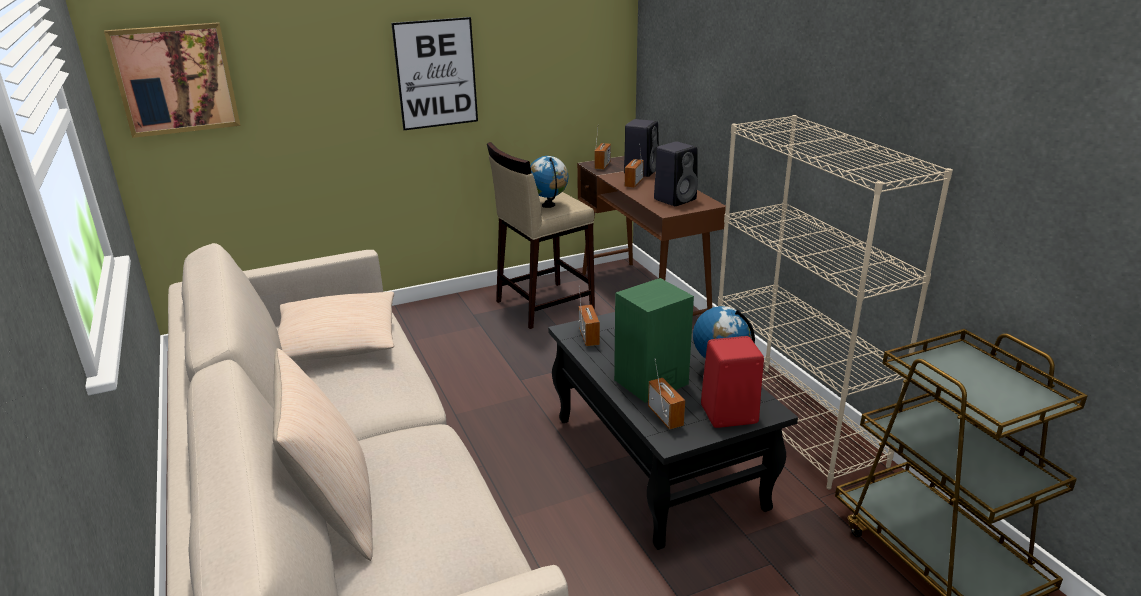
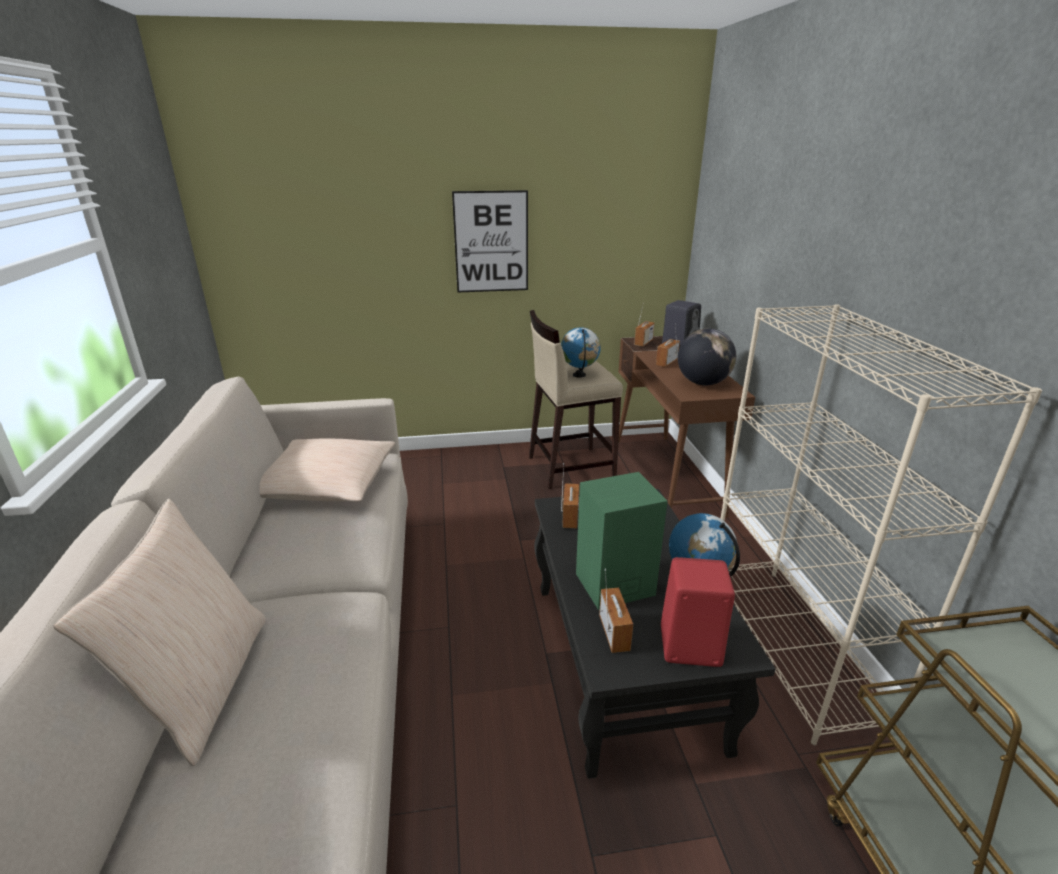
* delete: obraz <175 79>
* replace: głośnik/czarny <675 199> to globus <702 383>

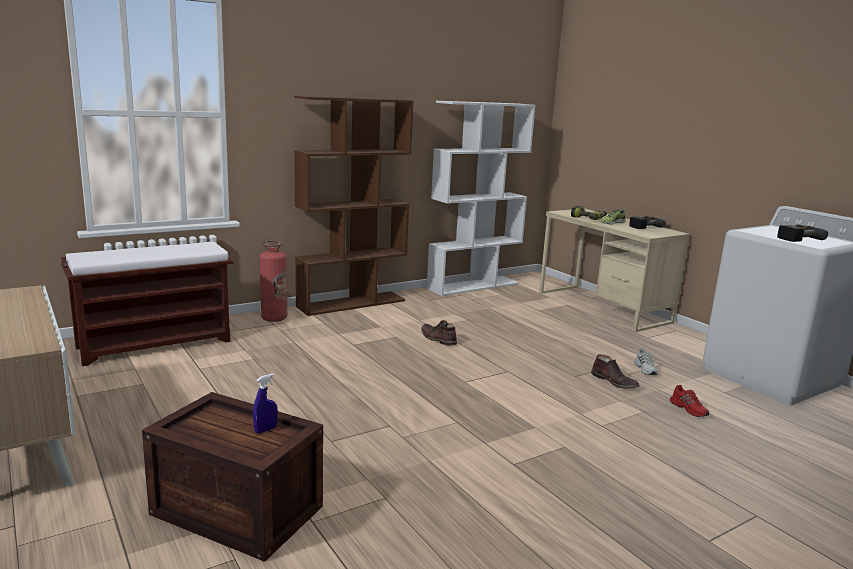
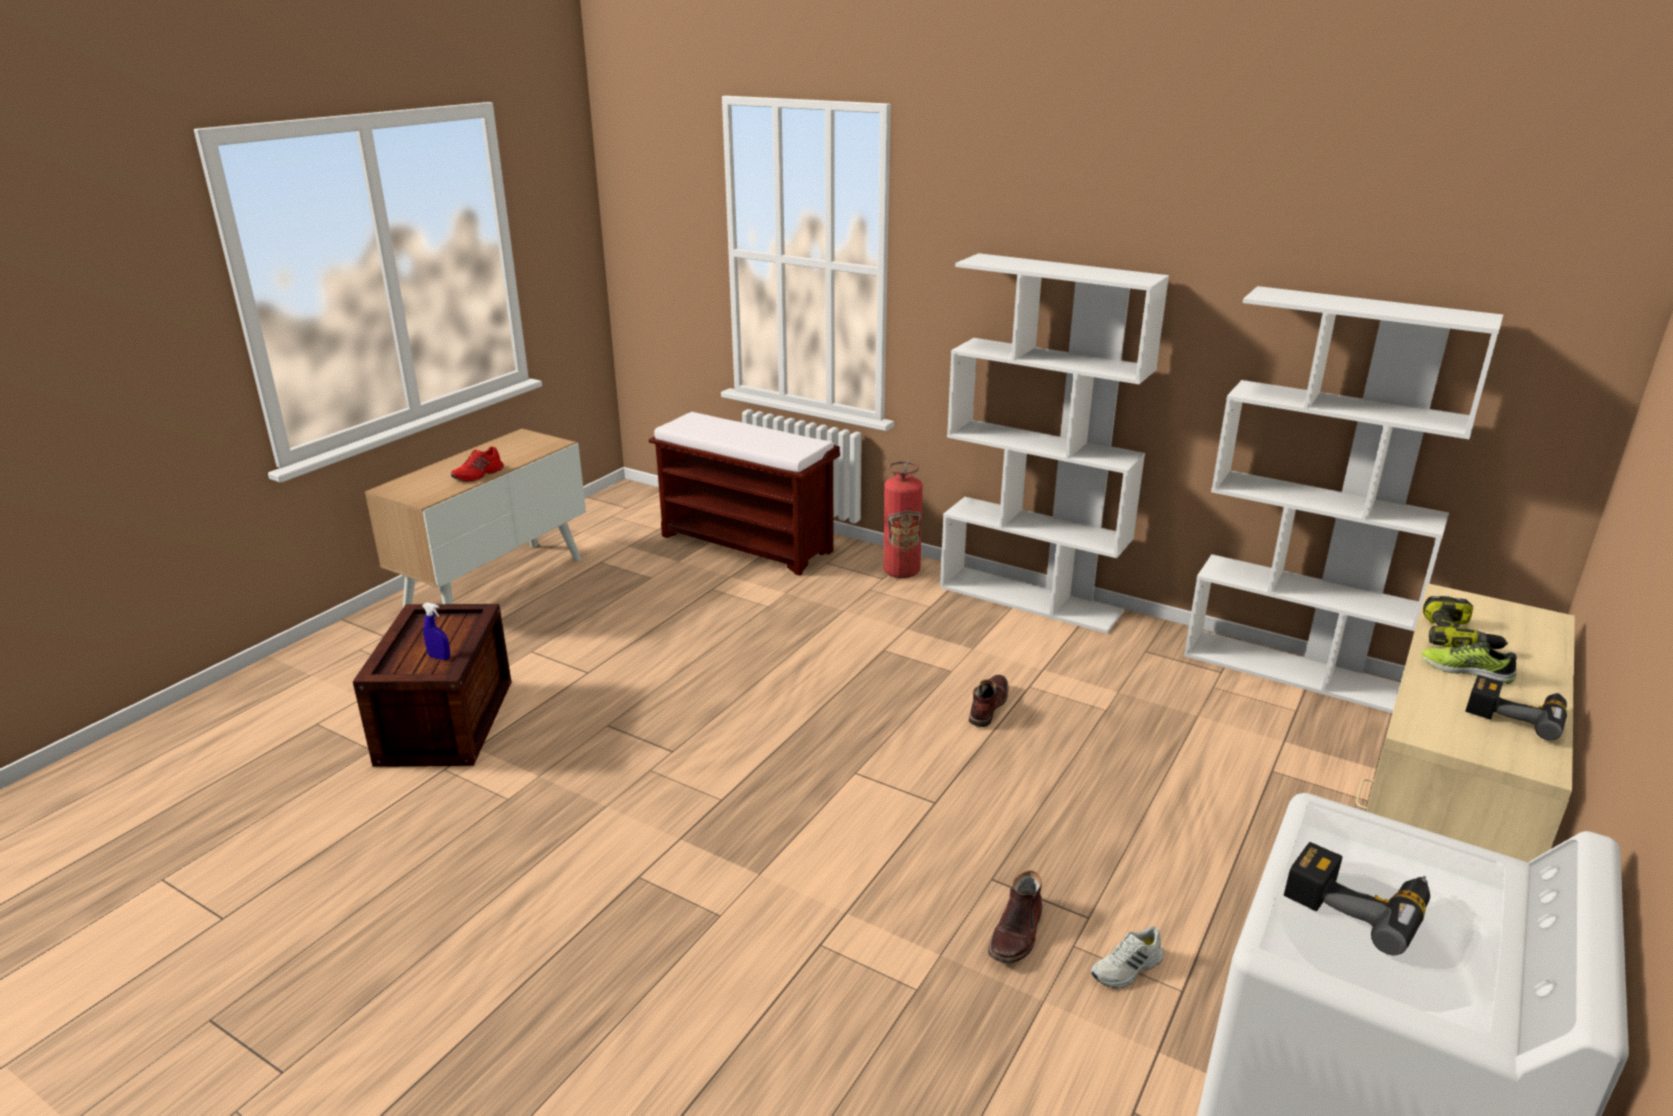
* recolor: regał/brązowy <352 303> to regał/biały <1031 599>
* move: but/czerwony <689 409> to <478 475>

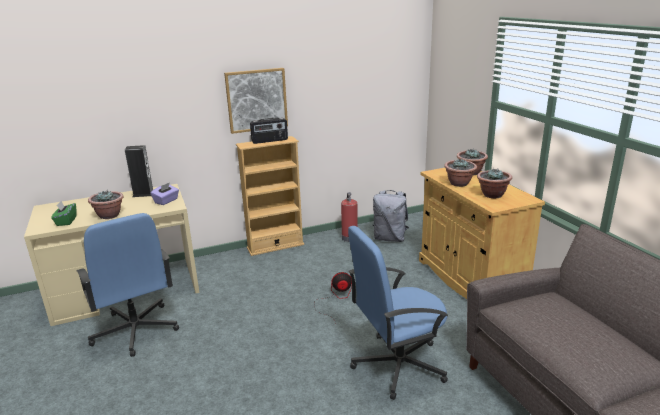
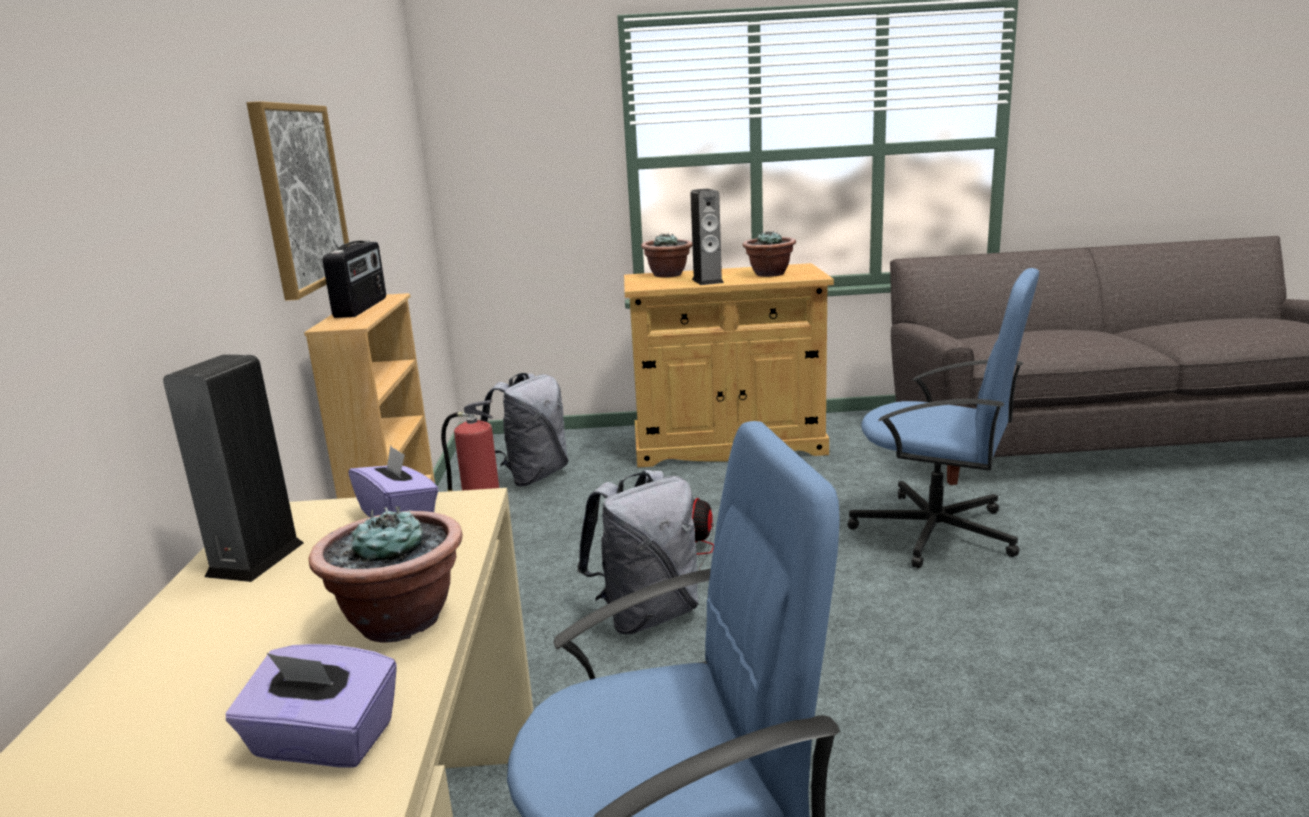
* recolor: pudełko chusteczek/zielony <66 221> to pudełko chusteczek/fioletowy <323 742>
* rotate: krzesło biurowe/niebieski <397 365> = <937 532> 60 degrees counterclockwise
* replace: roślina doniczkowa <459 183> to głośnik <707 281>
* insert: plecak/szary <647 615>

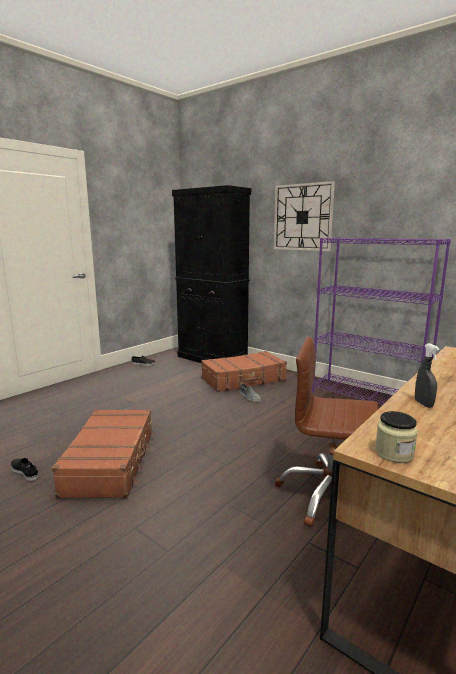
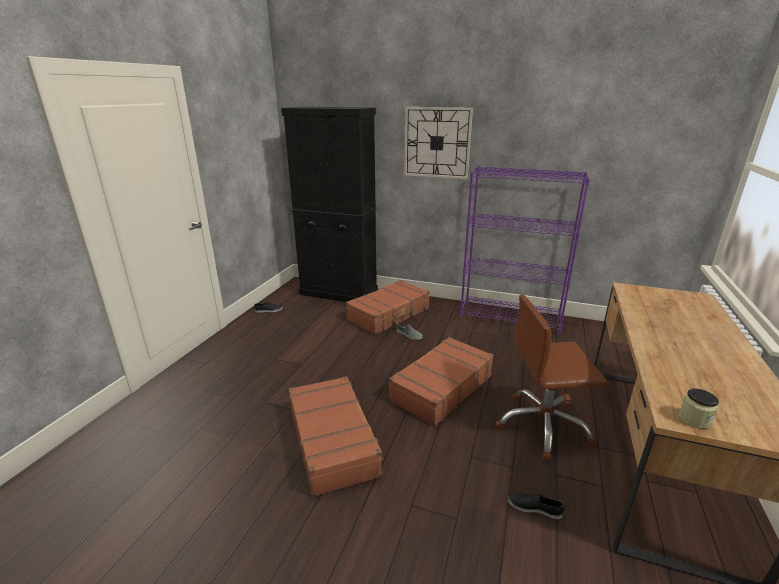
* move: but/czarny <25 471> to <534 507>
* delete: spryskiwacz/szary <423 404>
* insert: walizka/brązowy <441 388>

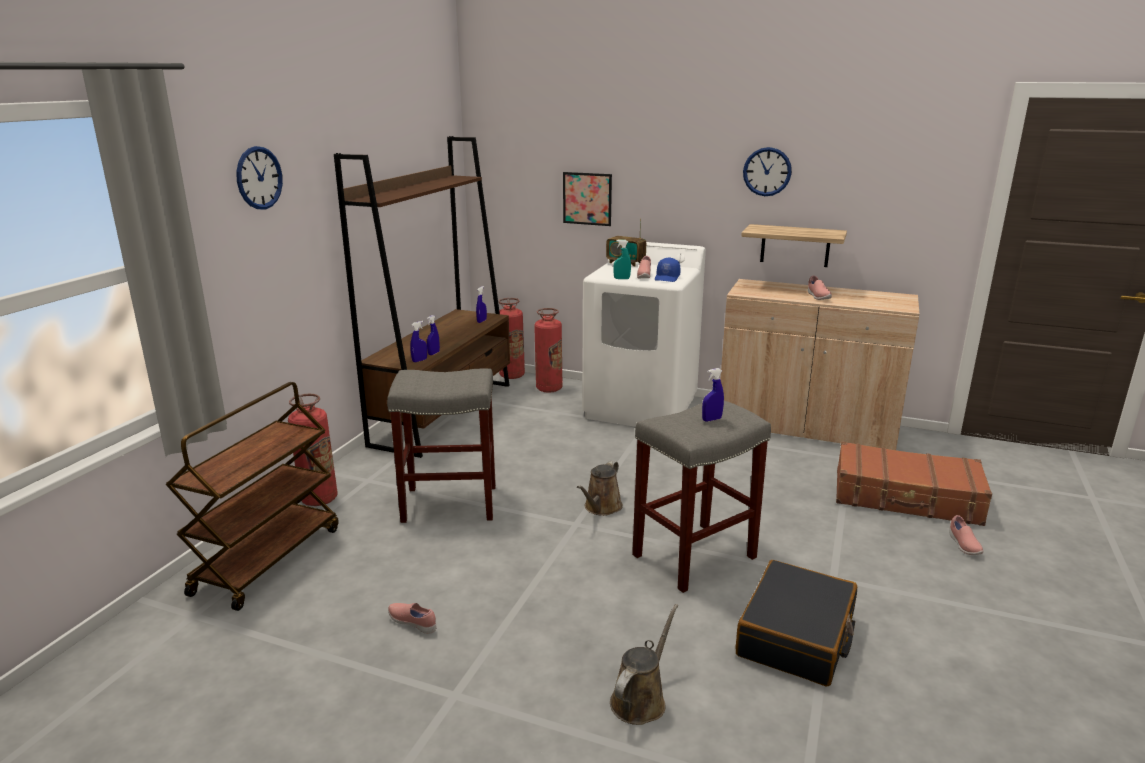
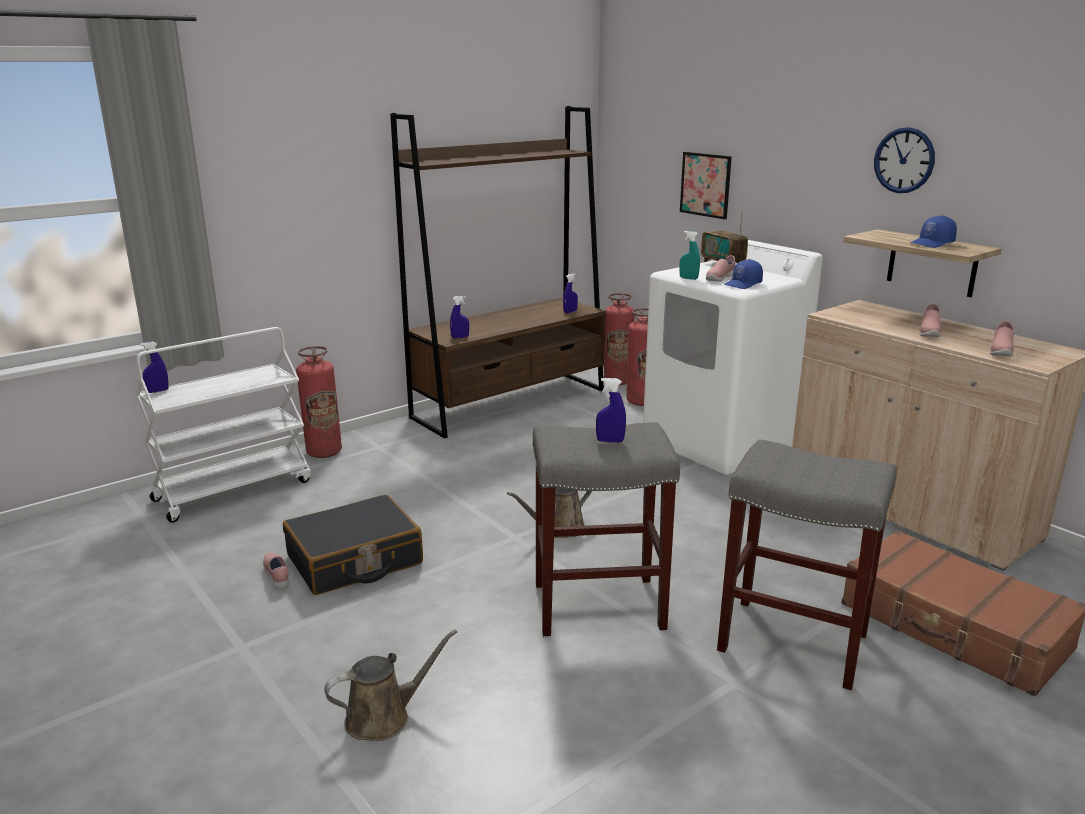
* recolor: wózek/brązowy <267 559> to wózek/biały <234 490>
* delete: zegar ścienny <259 178>
* move: stołek/szary <451 503> to <795 642>
* move: spryskiwacz/niebieski <433 353> to <158 391>
* move: walizka/czarny <796 636> to <355 560>
* move: but/różowy <963 545> to <1000 351>
* insert: czapka z daszkiem/niebieski <932 244>

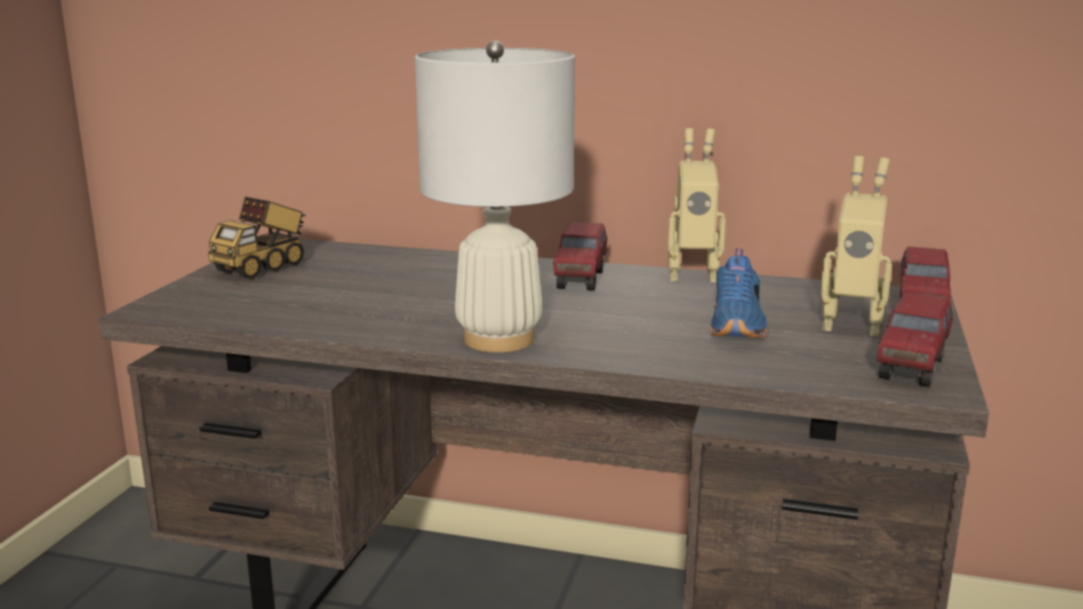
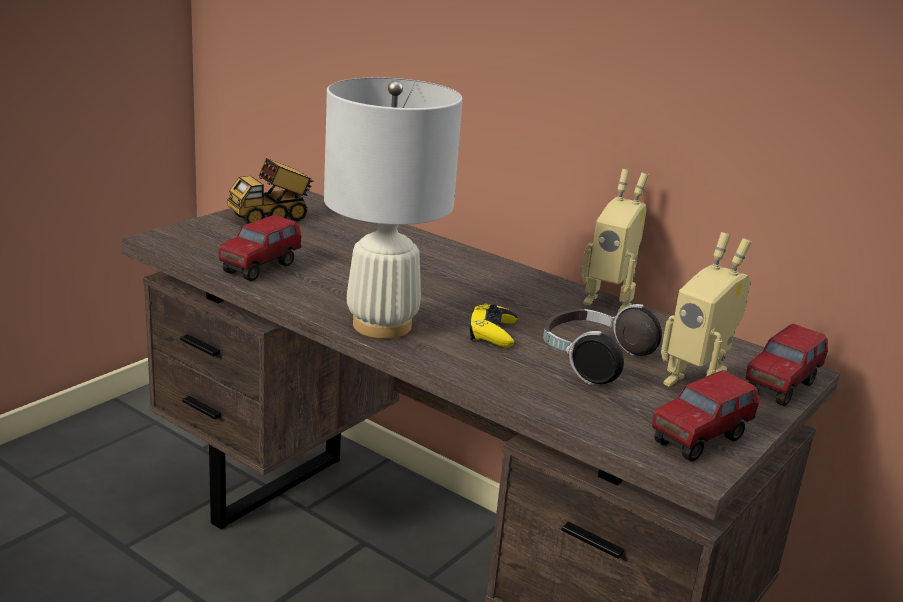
* move: ciężarówka zabawkowa <581 279> to <261 268>
* replace: but/niebieski <738 325> to słuchawki <592 361>
* insert: pad do gier/żółty <492 332>

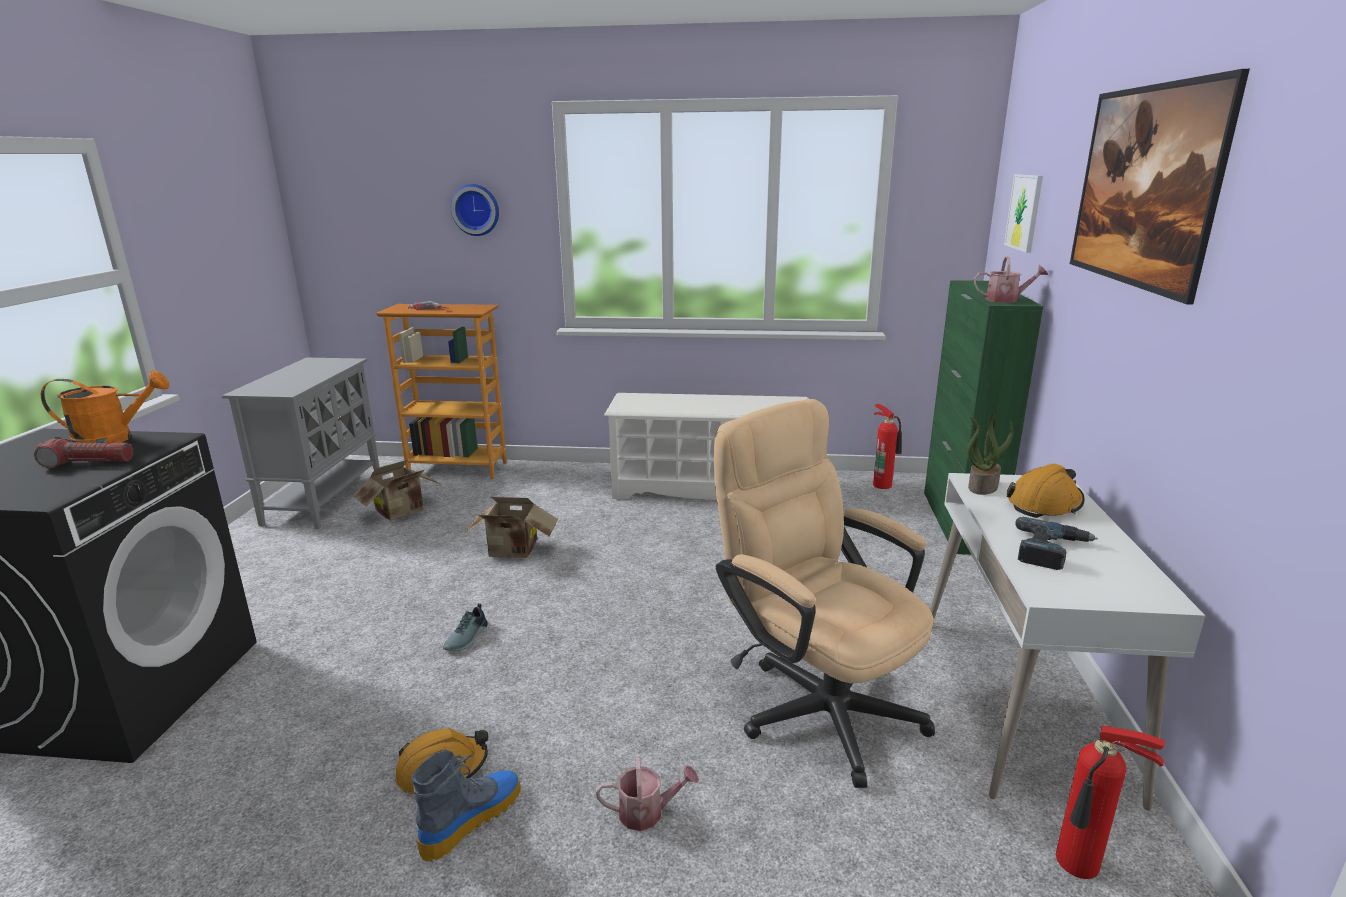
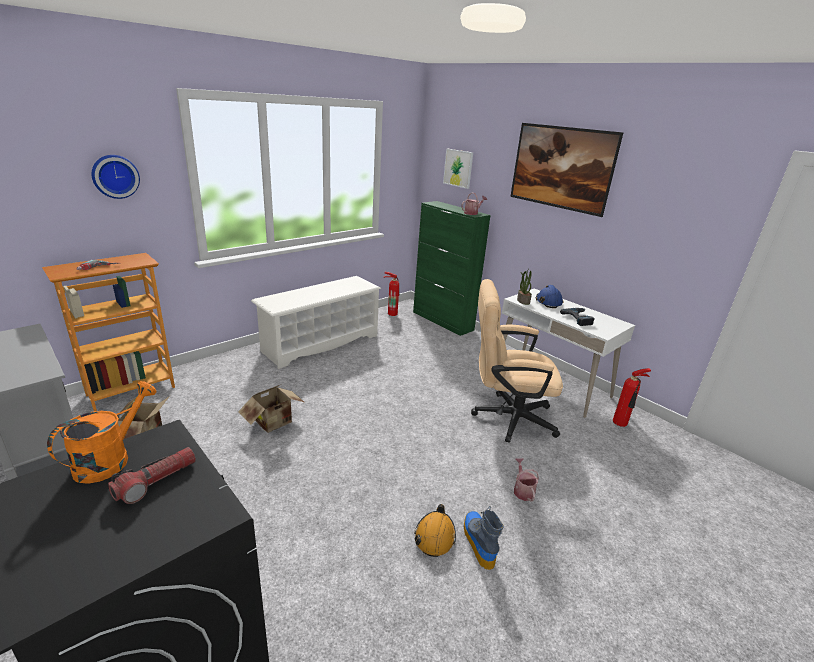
* delete: but <468 638>
* rotate: konewka <647 812> = <522 490> 45 degrees counterclockwise
* recolor: kask/pomarańczowy <1045 504> to kask/niebieski <548 302>

